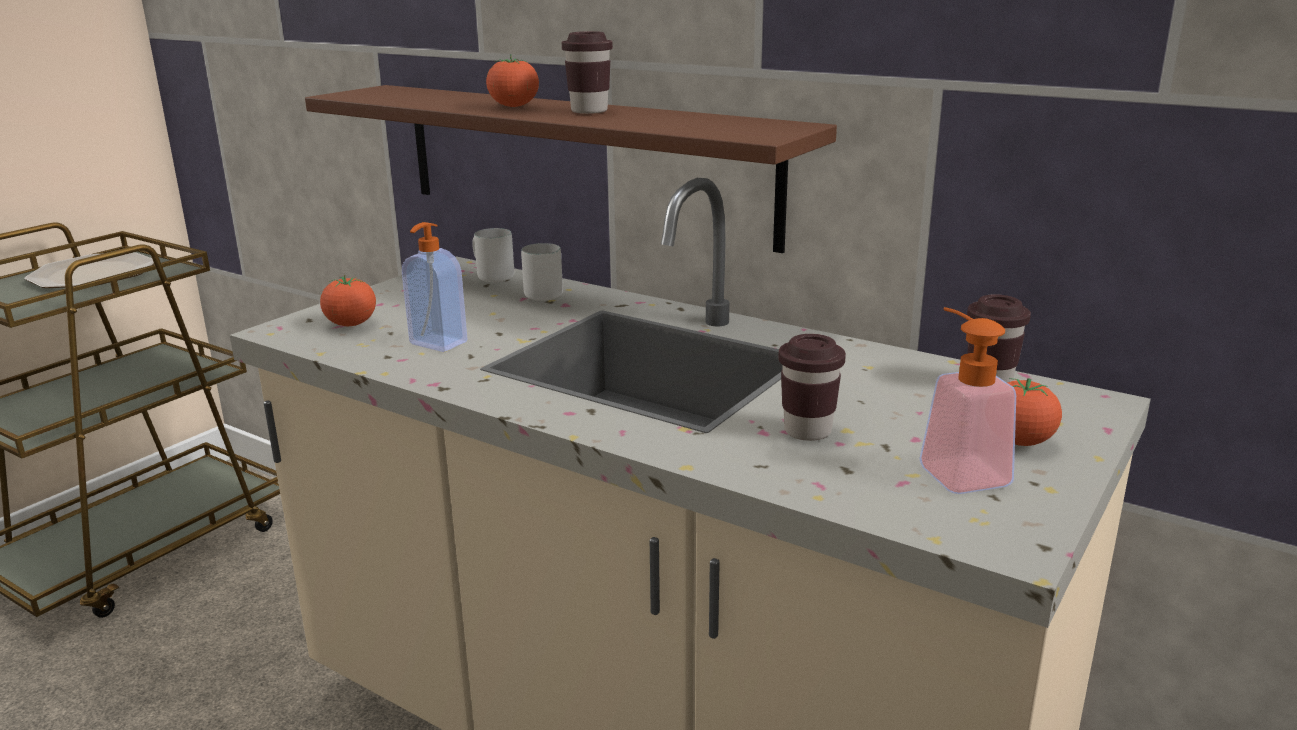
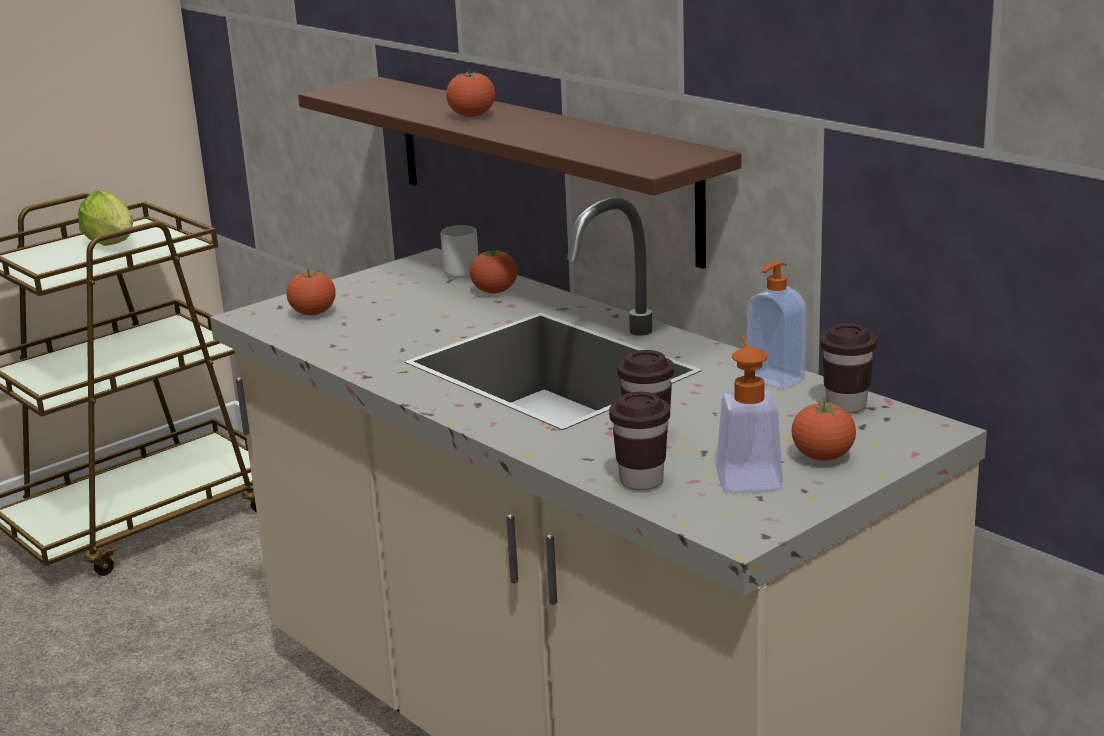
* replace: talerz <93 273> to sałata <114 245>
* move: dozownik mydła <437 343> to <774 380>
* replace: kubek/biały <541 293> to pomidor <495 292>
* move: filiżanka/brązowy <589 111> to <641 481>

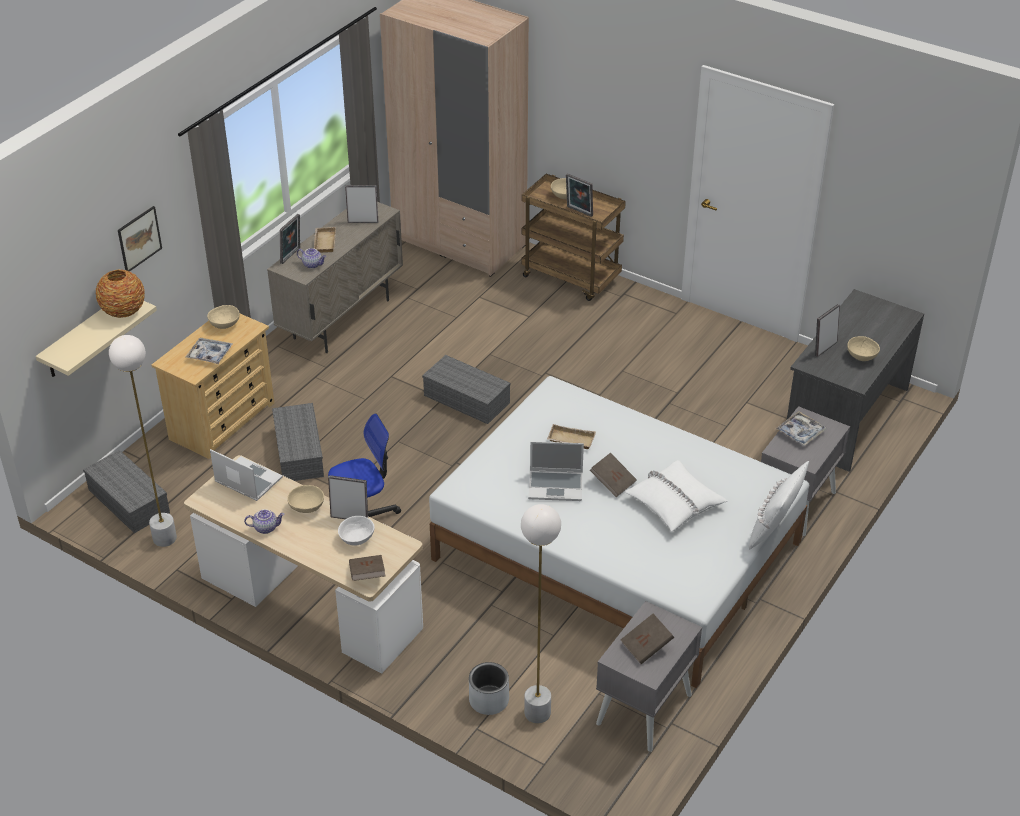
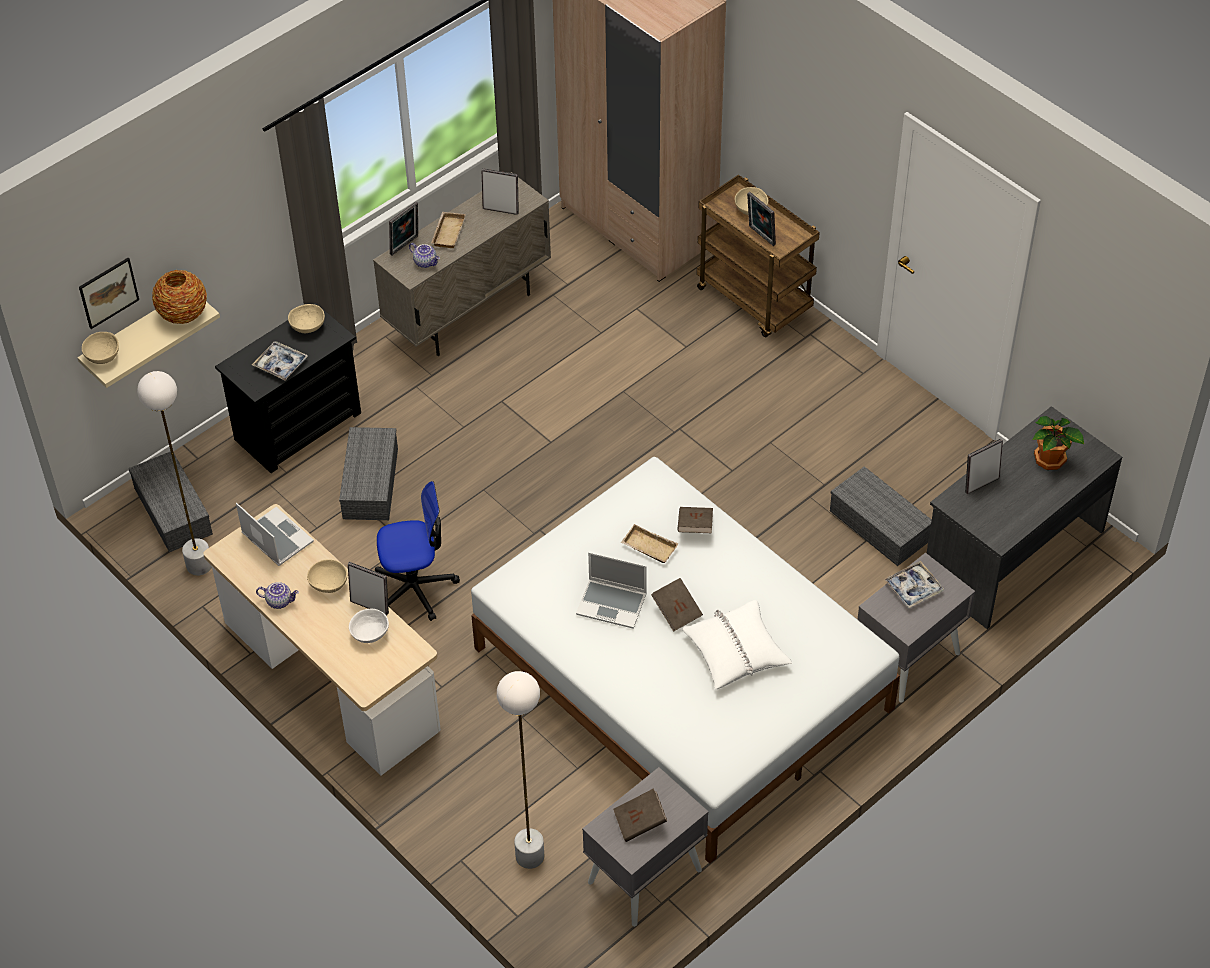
* move: obraz <139 239> to <108 292>
* recolor: komoda/beżowy <222 420> to komoda/czarny <298 426>
* move: książka/brązowy <367 575> to <695 527>
* move: pojemnik do przechowywania/szary <468 399> to <881 526>
* delete: donica/szary <489 700>
* delete: poduszka/biały <774 530>
* move: miska/beżowy <861 356> to <103 356>
* insert: roślina doniczkowa <1050 460>

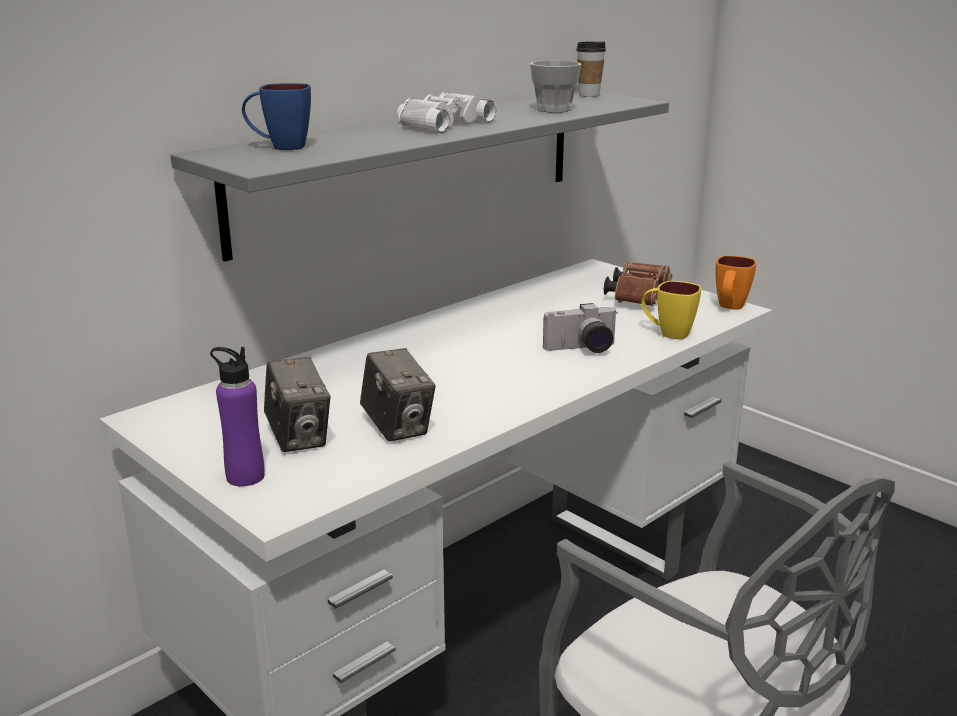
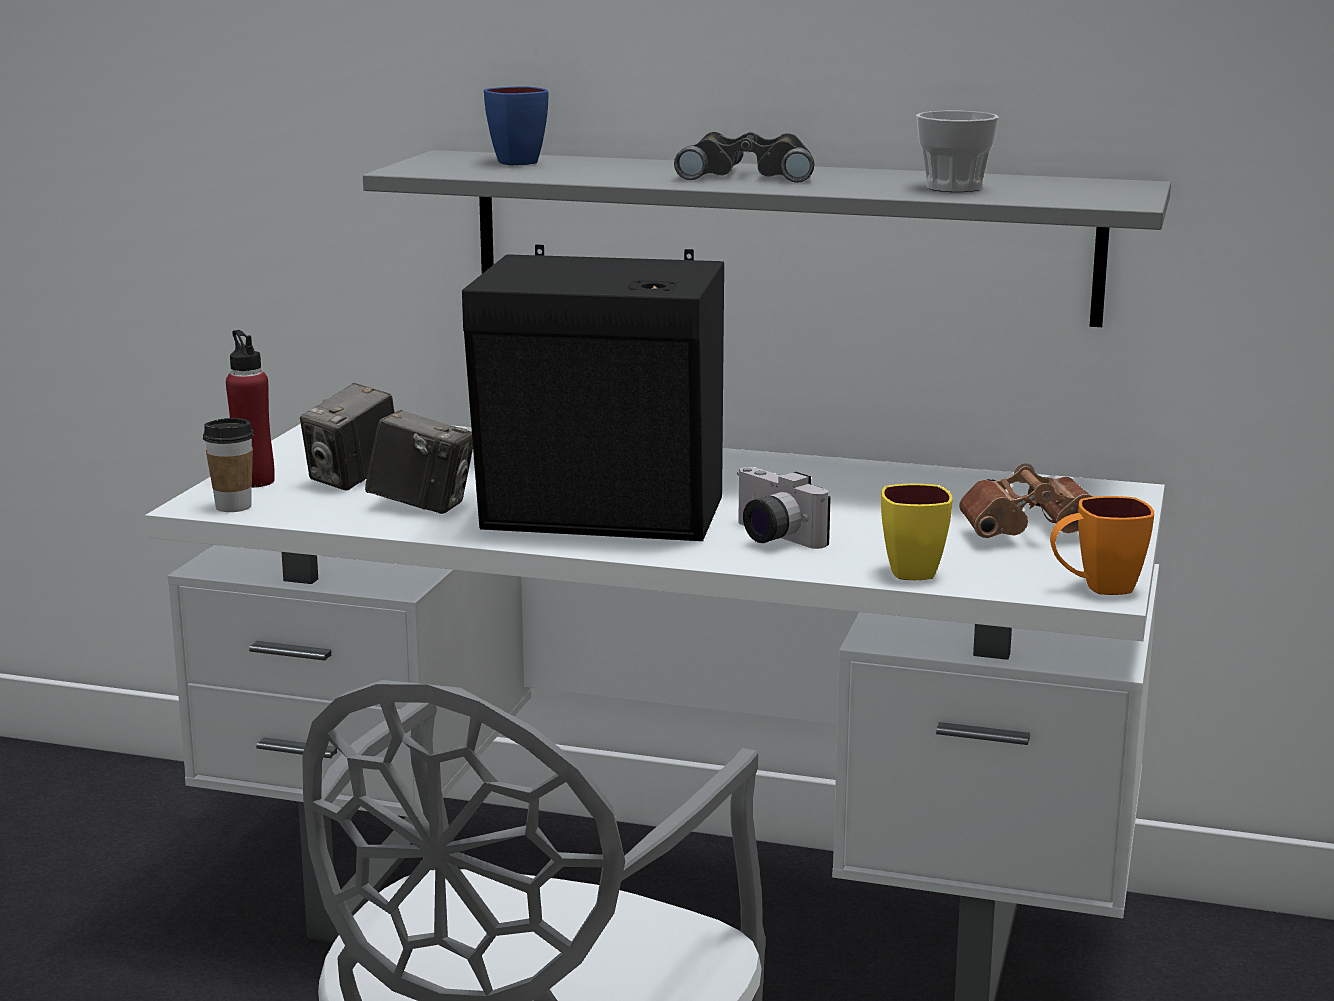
* recolor: butelka/fioletowy <245 476> to butelka/czerwony <254 481>
* rotate: aparat fotograficzny <398 428> = <422 506> 105 degrees counterclockwise
* recolor: lornetka/biały <440 124> to lornetka/czarny <748 174>
* move: filiżanka <589 95> to <233 506>
* insert: głośnik/czarny <605 518>

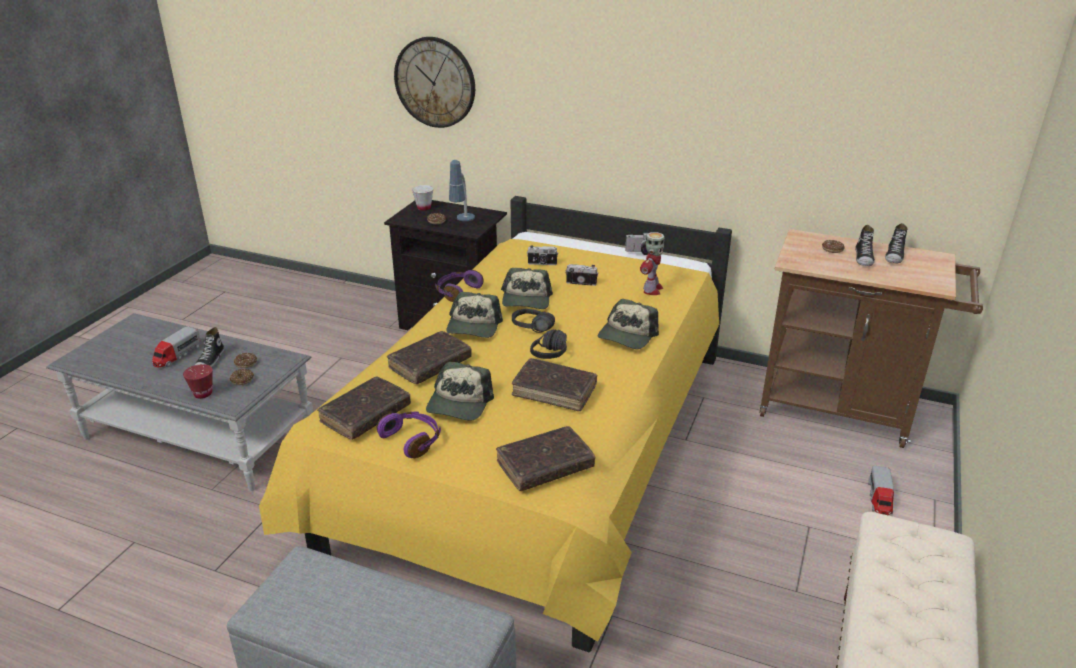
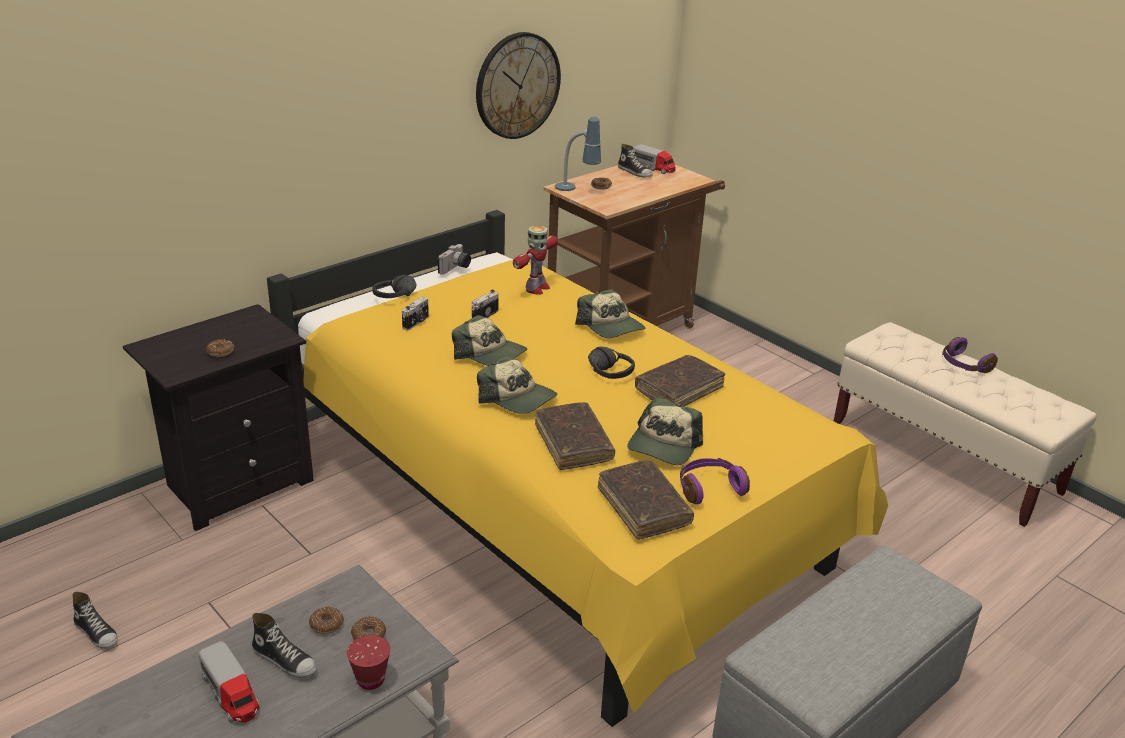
* move: zegar ścienny <435 82> to <517 85>
* delete: filiżanka/biały <424 208>
* rotate: czapka z daszkiem <459 404> = <663 445> 75 degrees clockwise
* move: słuchawki/fioletowy <457 292> to <964 365>
* move: lampa stołowa <462 223> to <576 191>
* delete: książka/brązowy <545 466>
* move: słuchawki/czarny <530 330> to <399 299>
* rotate: robot zabawkowy <651 290> = <536 288> 75 degrees clockwise
* move: but <864 258> to <97 632>
* move: ciężarówka zabawkowa <879 498> to <653 168>

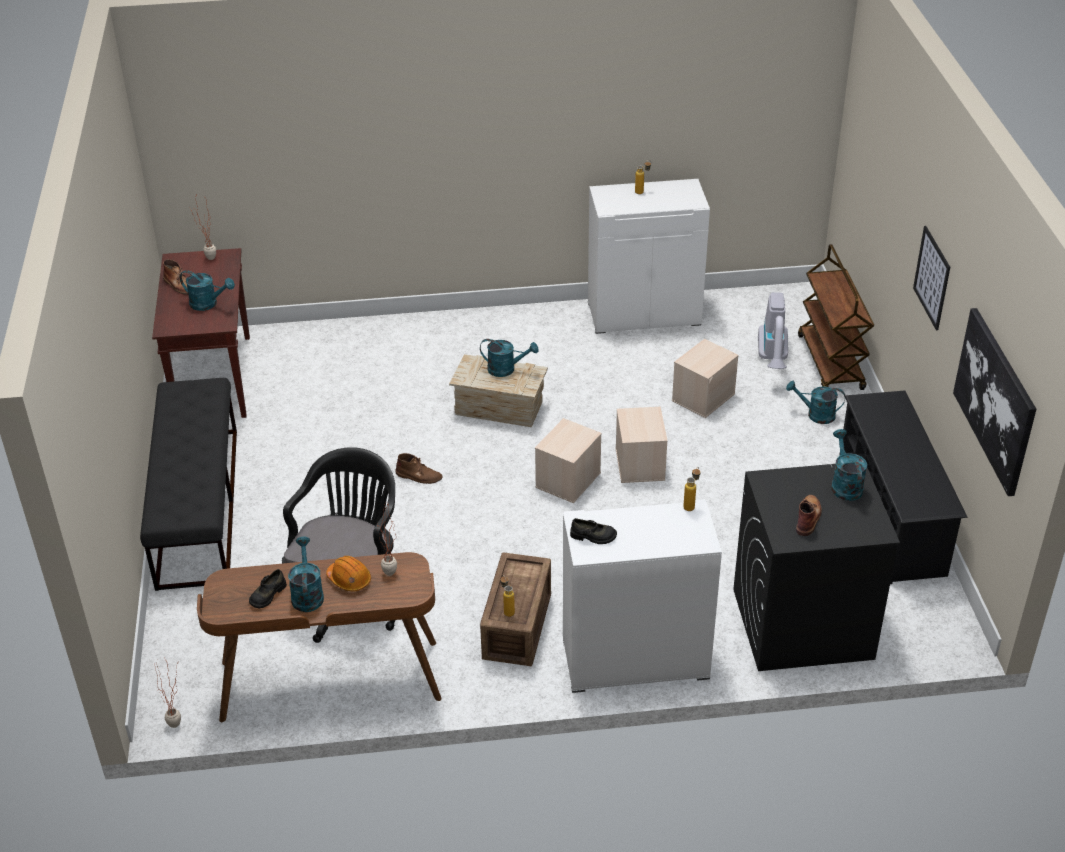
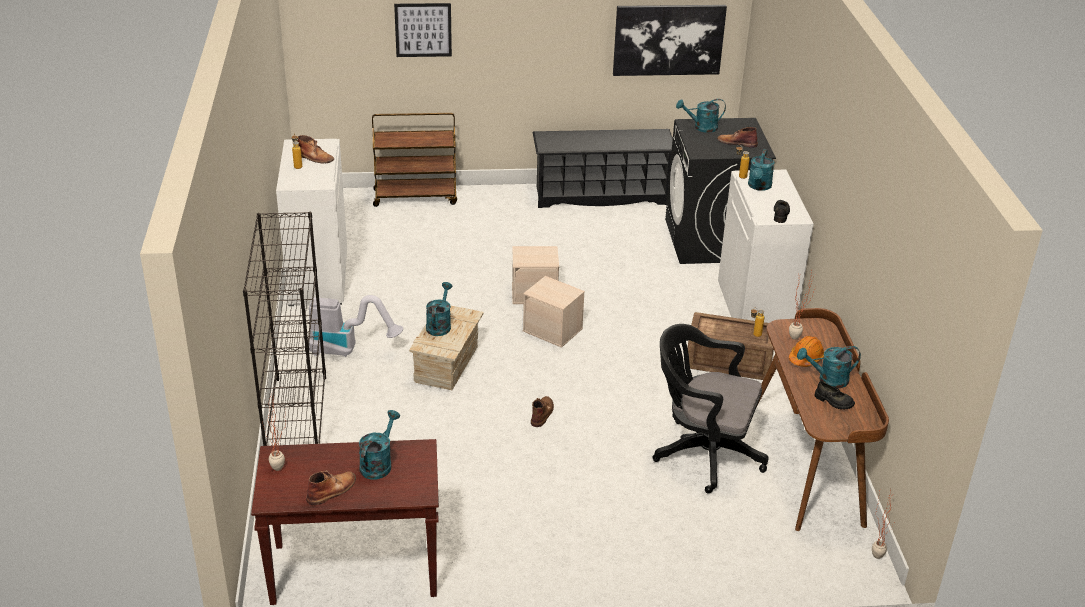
* delete: ławka/czarny <198 506>
* delete: pojemnik do przechowywania/beżowy <703 396>
* move: odkurzacz <773 359> to <349 349>
* move: konewka/turkusowy <815 415> to <759 187>
* move: obraz <932 277> to <423 30>
* insert: regał/czarny <296 418>
* insert: but z cholewką/brązowy <315 158>

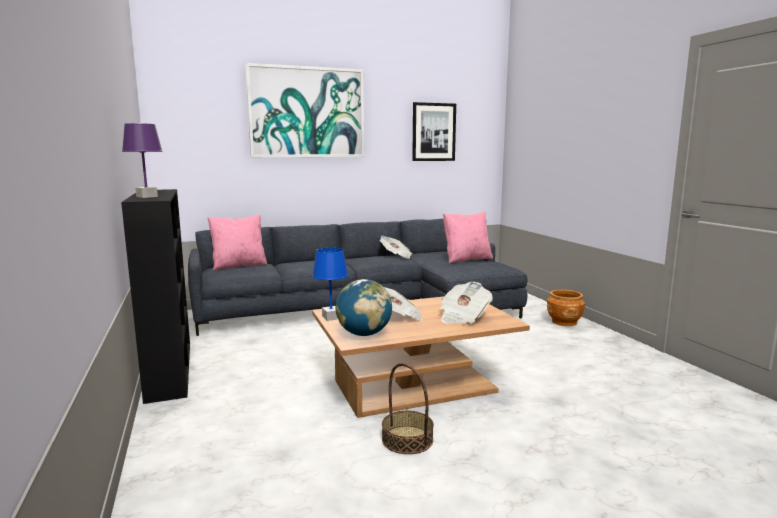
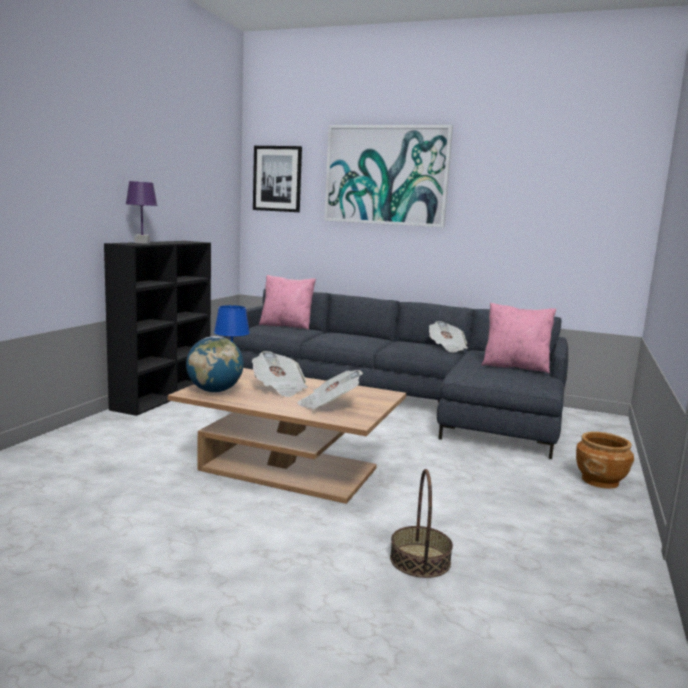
* move: koszyk <407 439> to <420 560>
* move: obraz <433 132> to <277 179>

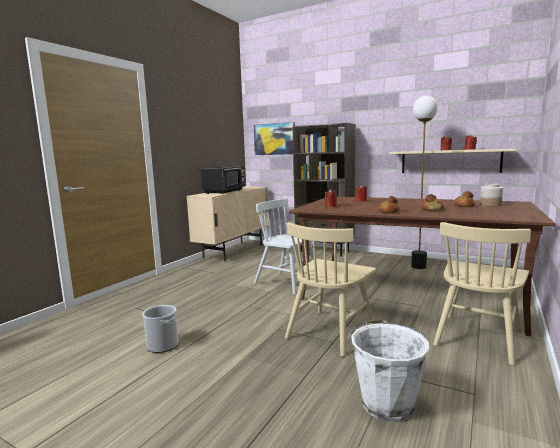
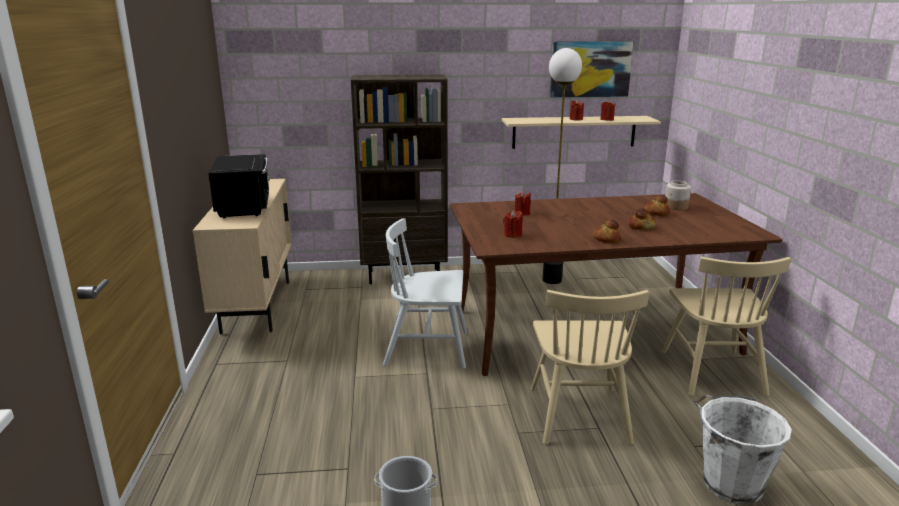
* move: obraz <274 139> to <590 69>

